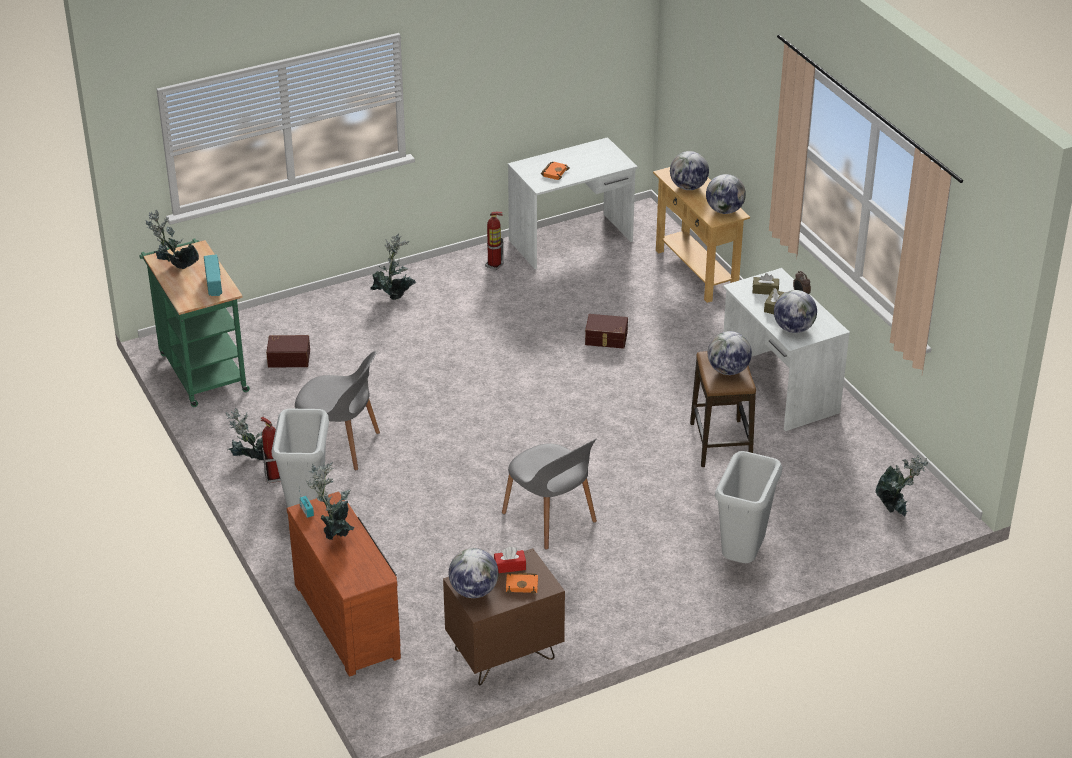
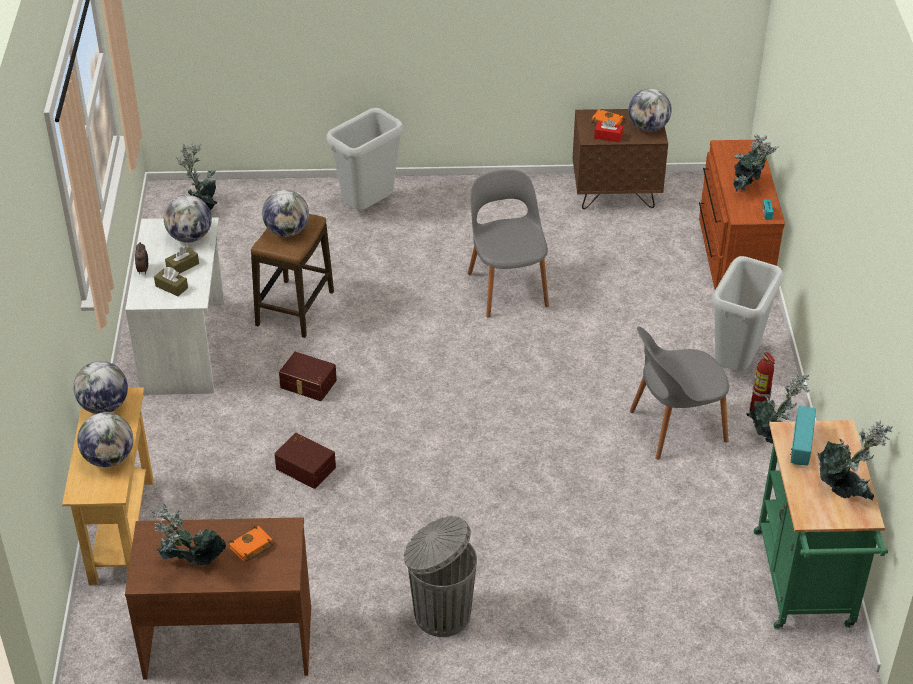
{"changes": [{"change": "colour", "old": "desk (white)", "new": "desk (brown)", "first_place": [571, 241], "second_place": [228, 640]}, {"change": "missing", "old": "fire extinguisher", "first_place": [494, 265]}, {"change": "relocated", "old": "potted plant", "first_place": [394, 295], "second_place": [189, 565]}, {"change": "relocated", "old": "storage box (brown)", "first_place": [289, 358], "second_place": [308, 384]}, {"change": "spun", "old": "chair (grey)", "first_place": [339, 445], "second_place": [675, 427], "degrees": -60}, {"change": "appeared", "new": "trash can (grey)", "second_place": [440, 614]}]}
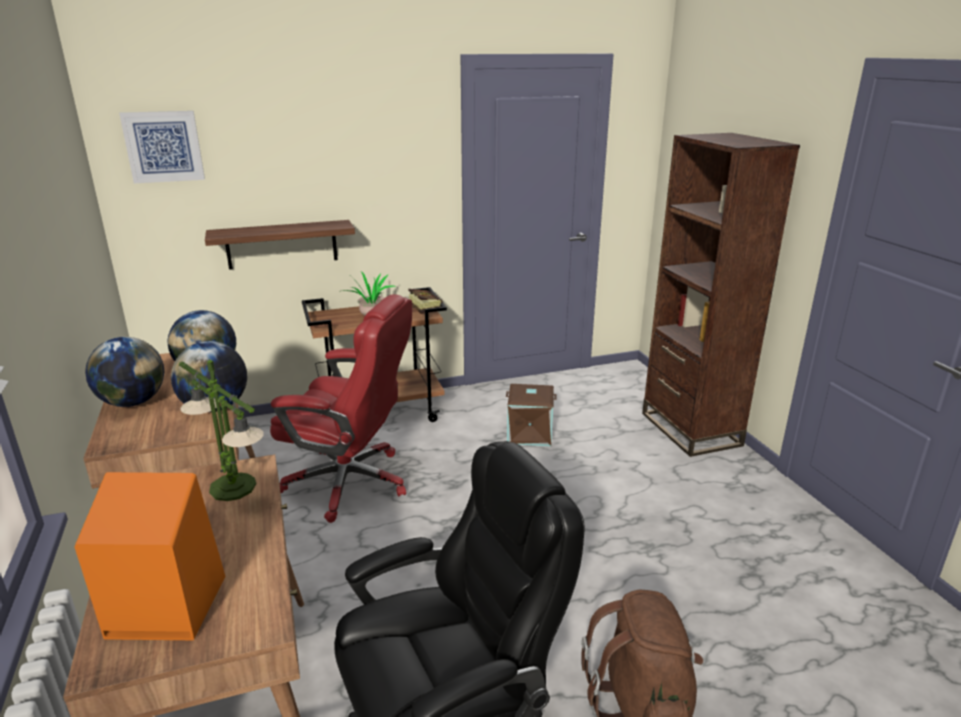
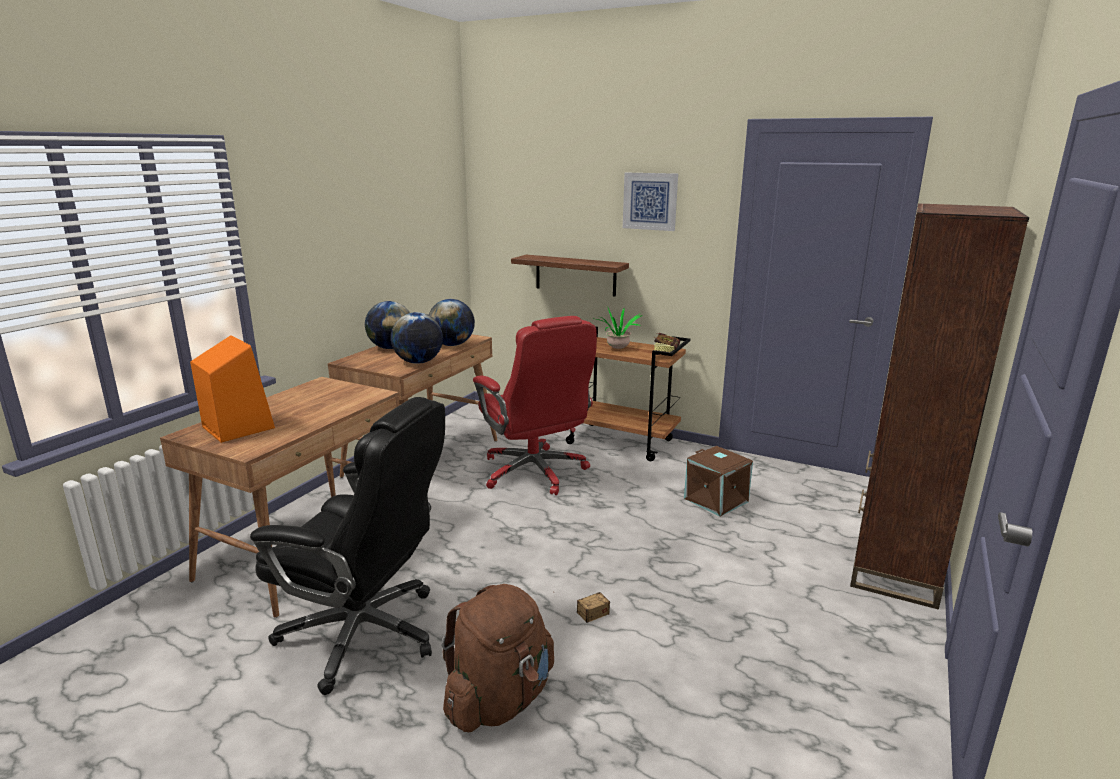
{"changes": [{"change": "relocated", "old": "picture", "first_place": [163, 146], "second_place": [650, 201]}, {"change": "missing", "old": "table lamp", "first_place": [232, 487]}, {"change": "appeared", "new": "storage box", "second_place": [577, 620]}]}
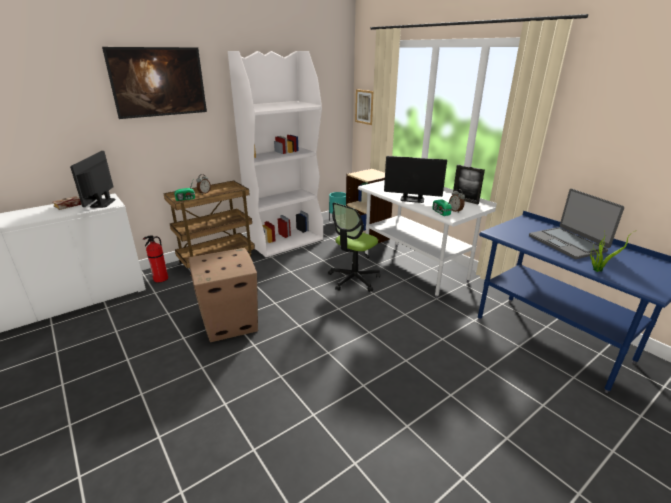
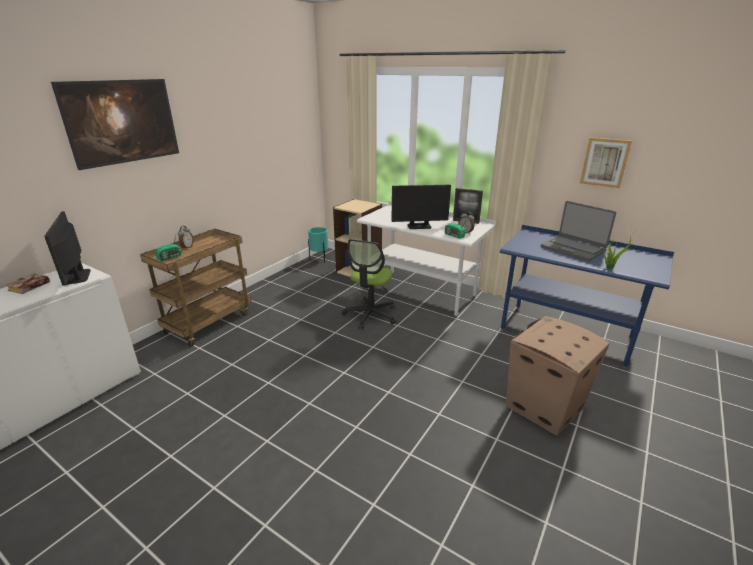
{"changes": [{"change": "missing", "old": "bookcase (white)", "first_place": [286, 241]}, {"change": "relocated", "old": "picture", "first_place": [365, 107], "second_place": [605, 162]}, {"change": "missing", "old": "fire extinguisher", "first_place": [160, 279]}, {"change": "relocated", "old": "cardboard box", "first_place": [229, 323], "second_place": [543, 408]}]}
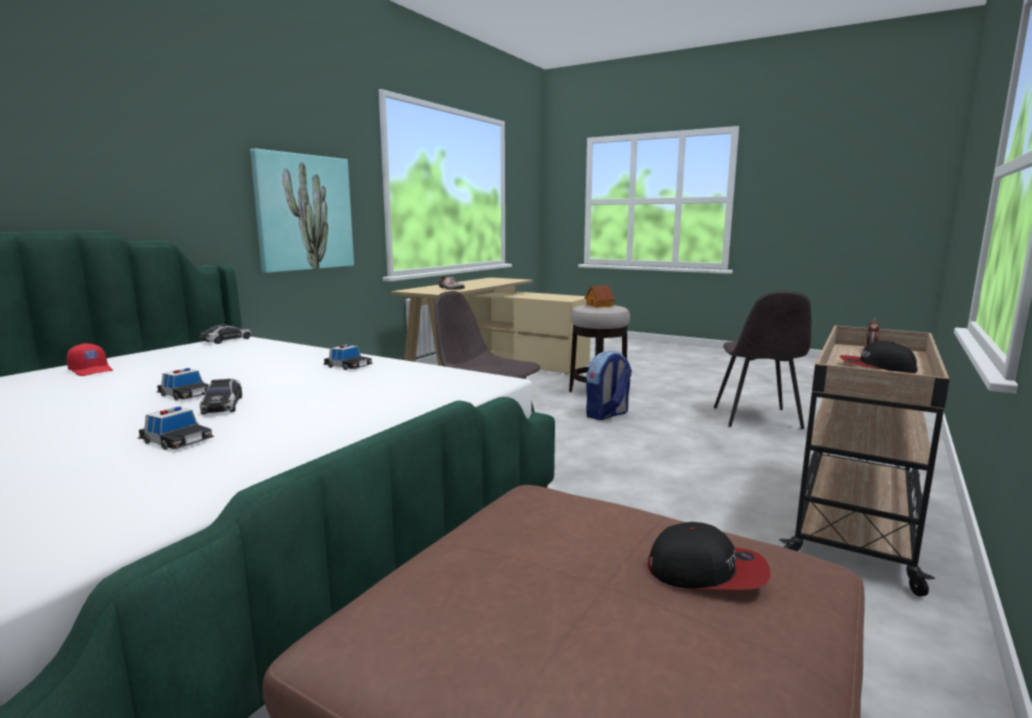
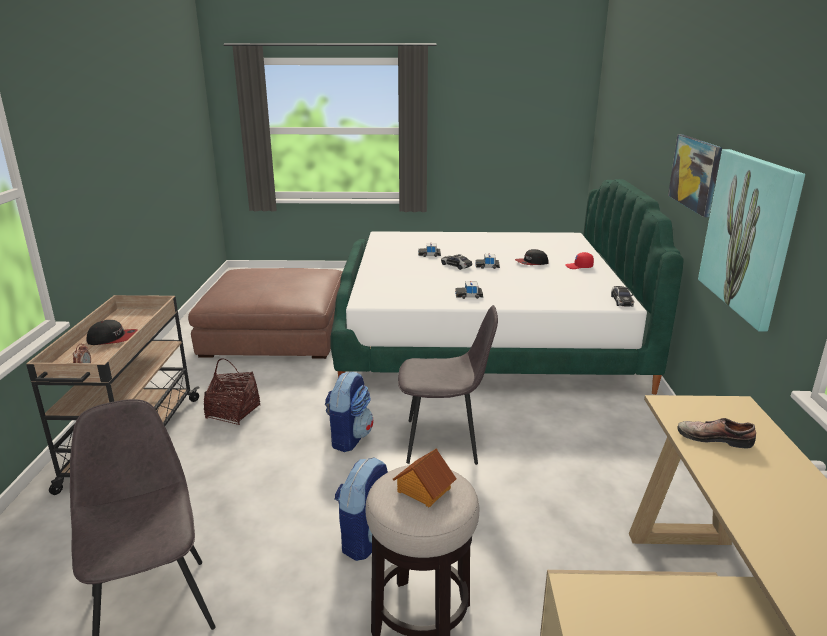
{"changes": [{"change": "relocated", "old": "cap", "first_place": [707, 571], "second_place": [531, 263]}, {"change": "appeared", "new": "picture", "second_place": [695, 173]}, {"change": "appeared", "new": "basket", "second_place": [233, 412]}, {"change": "appeared", "new": "backpack", "second_place": [349, 437]}]}
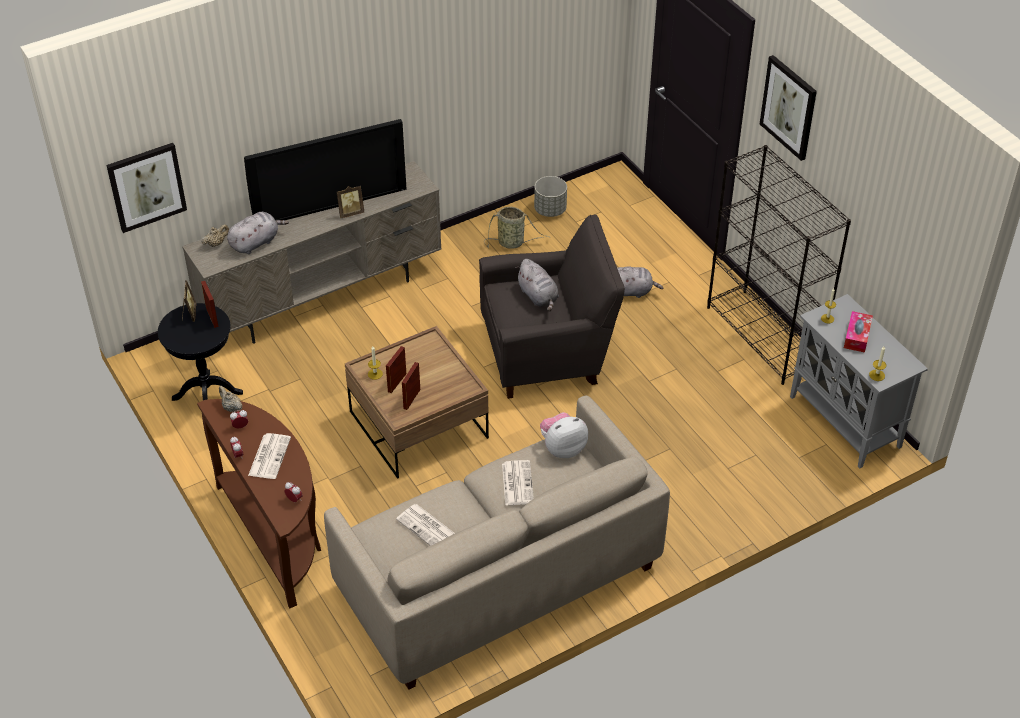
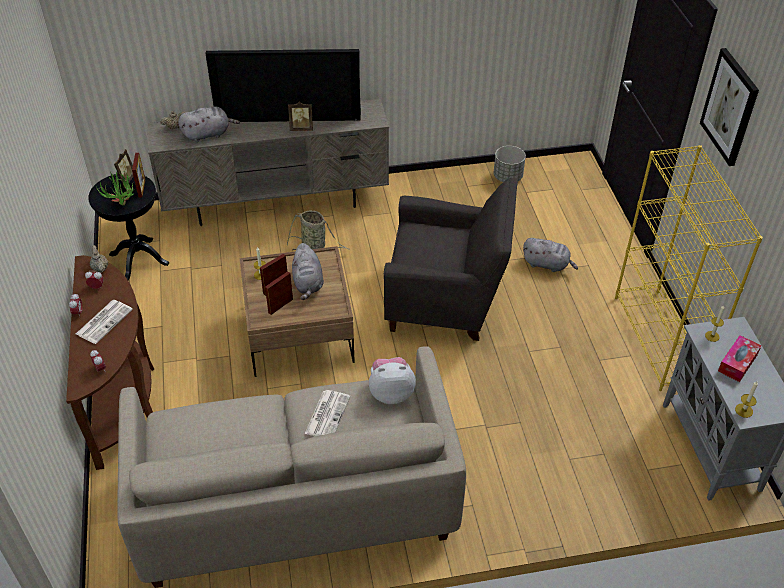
{"changes": [{"change": "missing", "old": "picture", "first_place": [146, 186]}, {"change": "colour", "old": "bookcase (black)", "new": "bookcase (yellow)", "first_place": [764, 336], "second_place": [659, 339]}, {"change": "relocated", "old": "basket", "first_place": [513, 243], "second_place": [315, 246]}, {"change": "relocated", "old": "plush toy (grey)", "first_place": [538, 296], "second_place": [308, 283]}, {"change": "missing", "old": "newspaper", "first_place": [426, 527]}, {"change": "appeared", "new": "potted plant", "second_place": [123, 207]}]}
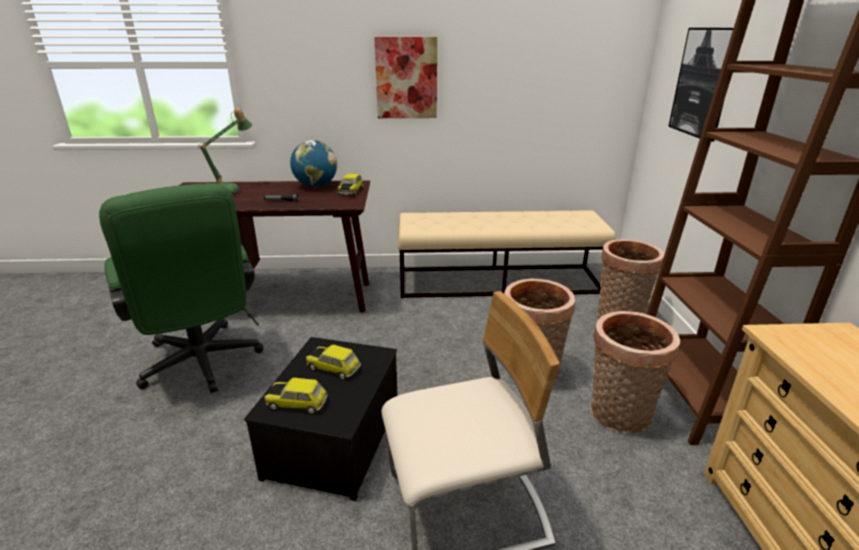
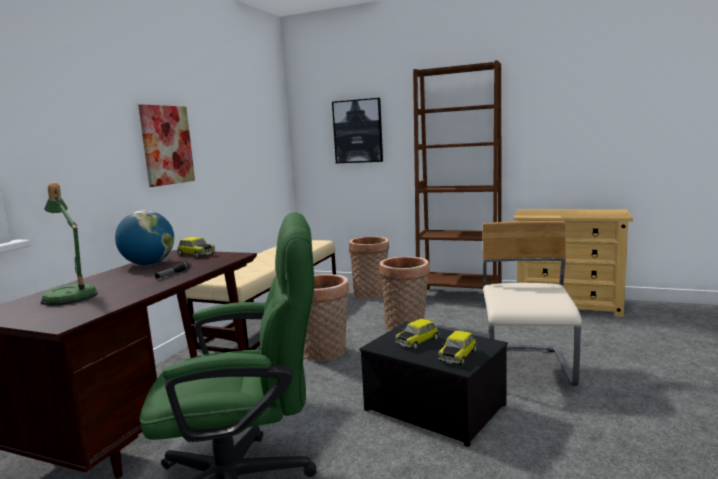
{"changes": [{"change": "relocated", "old": "basket", "first_place": [618, 416], "second_place": [326, 354]}]}
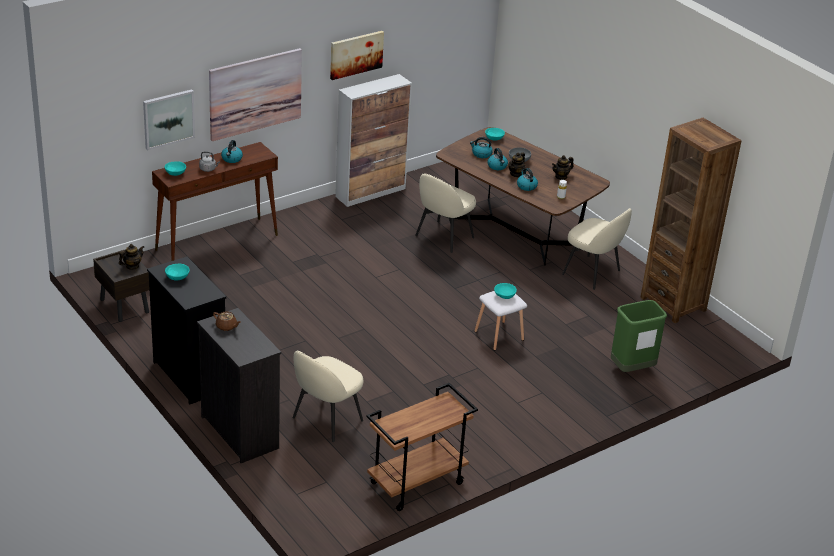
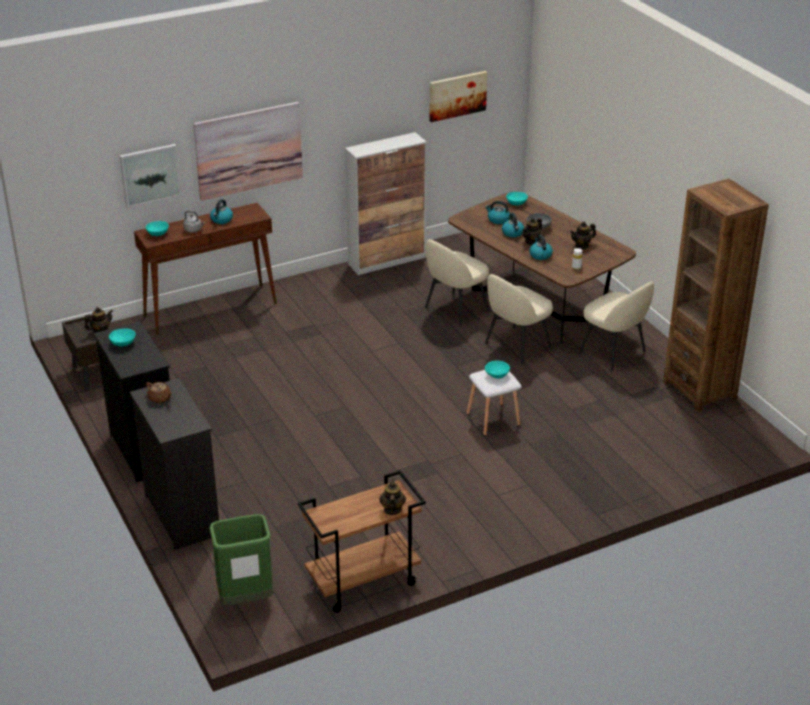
{"changes": [{"change": "relocated", "old": "picture", "first_place": [356, 54], "second_place": [457, 95]}, {"change": "relocated", "old": "trash can (green)", "first_place": [632, 369], "second_place": [245, 599]}, {"change": "relocated", "old": "chair (beige)", "first_place": [326, 420], "second_place": [516, 346]}, {"change": "appeared", "new": "teapot", "second_place": [392, 509]}]}
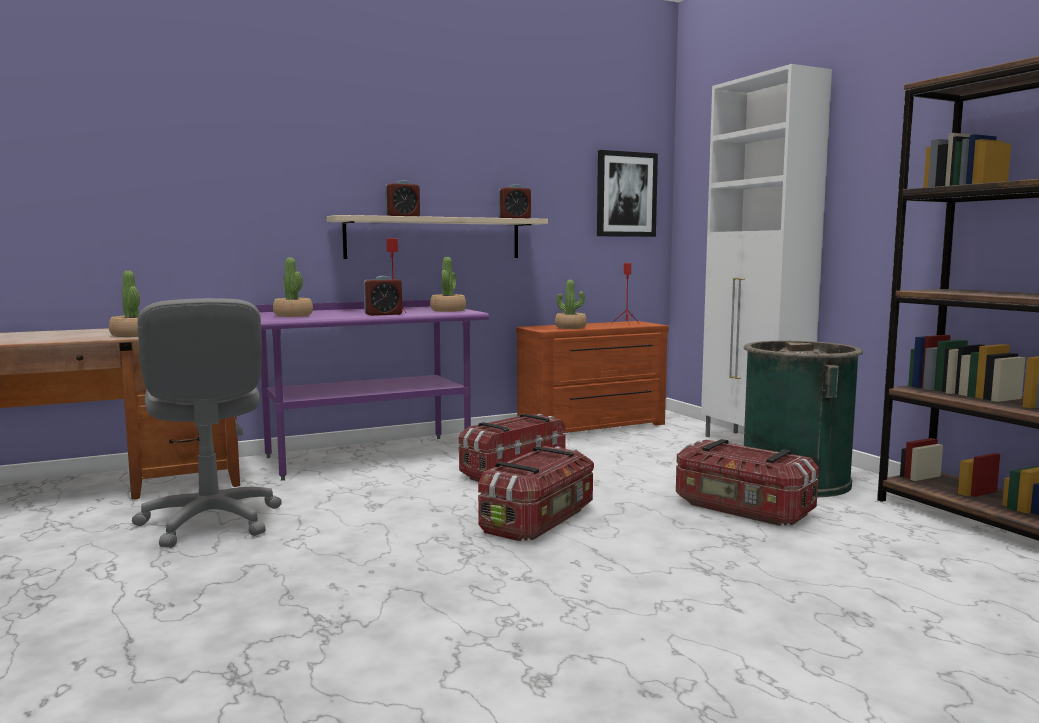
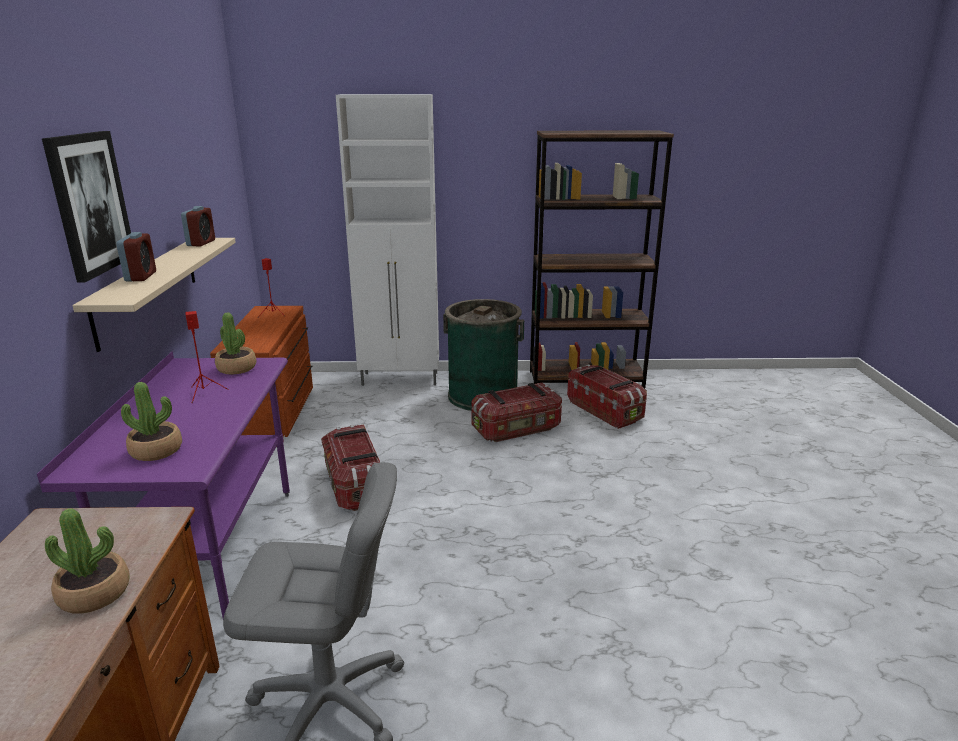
{"changes": [{"change": "relocated", "old": "picture", "first_place": [626, 194], "second_place": [90, 204]}, {"change": "missing", "old": "alarm clock", "first_place": [383, 314]}, {"change": "missing", "old": "potted plant", "first_place": [570, 327]}, {"change": "relocated", "old": "storage box", "first_place": [539, 520], "second_place": [605, 410]}]}
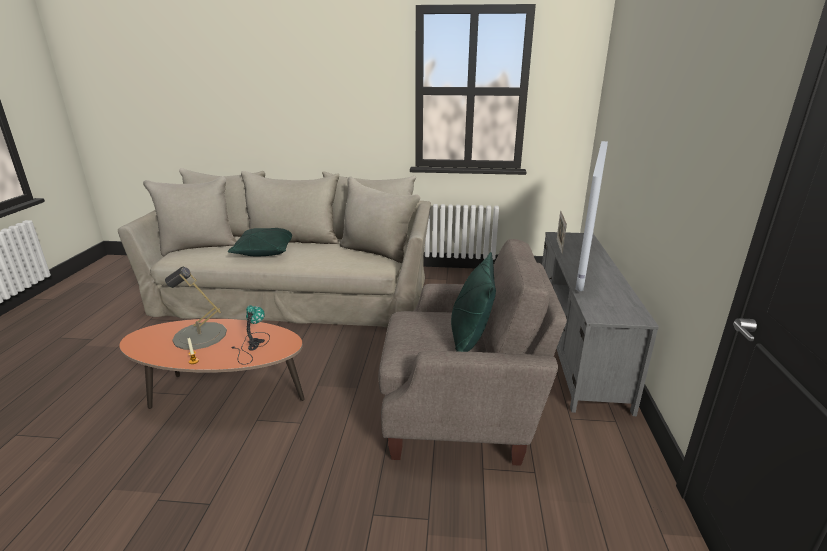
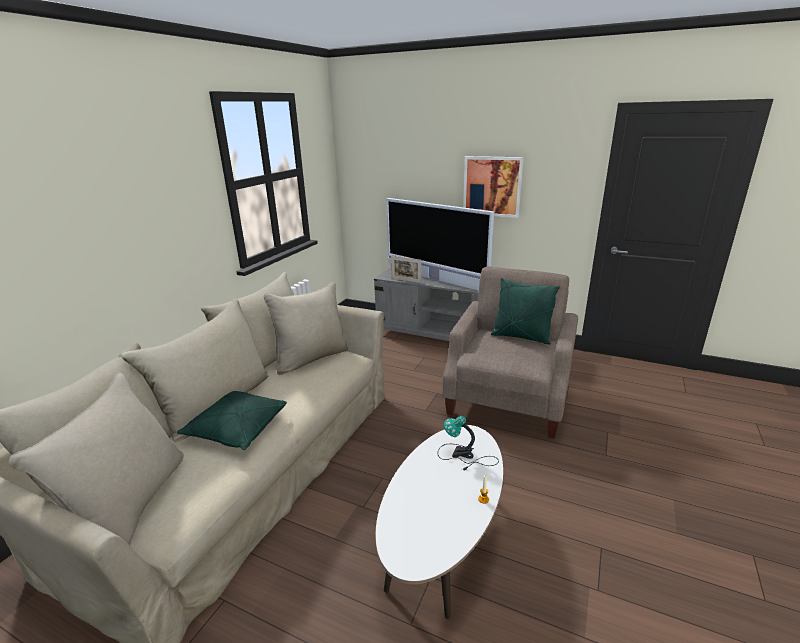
{"changes": [{"change": "missing", "old": "table lamp (grey)", "first_place": [200, 336]}, {"change": "colour", "old": "coffee table (orange)", "new": "coffee table (white)", "first_place": [222, 395], "second_place": [442, 542]}, {"change": "appeared", "new": "picture", "second_place": [492, 186]}]}
